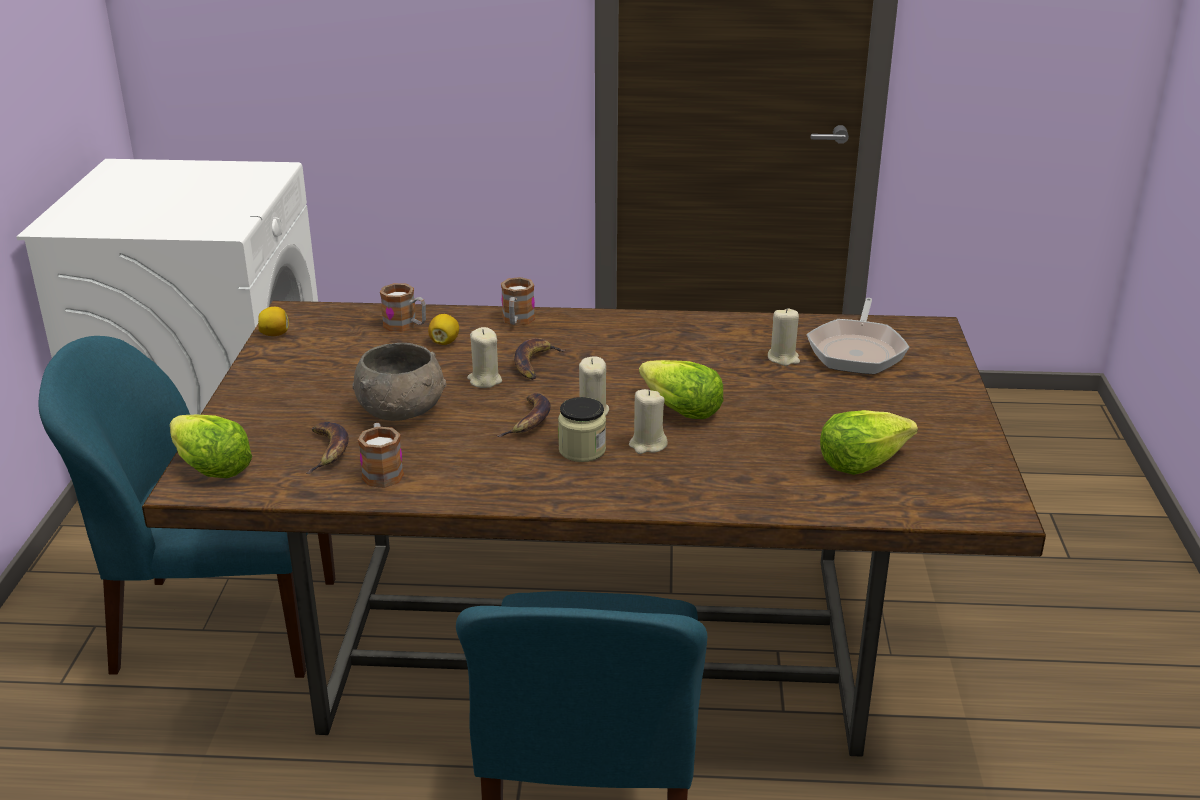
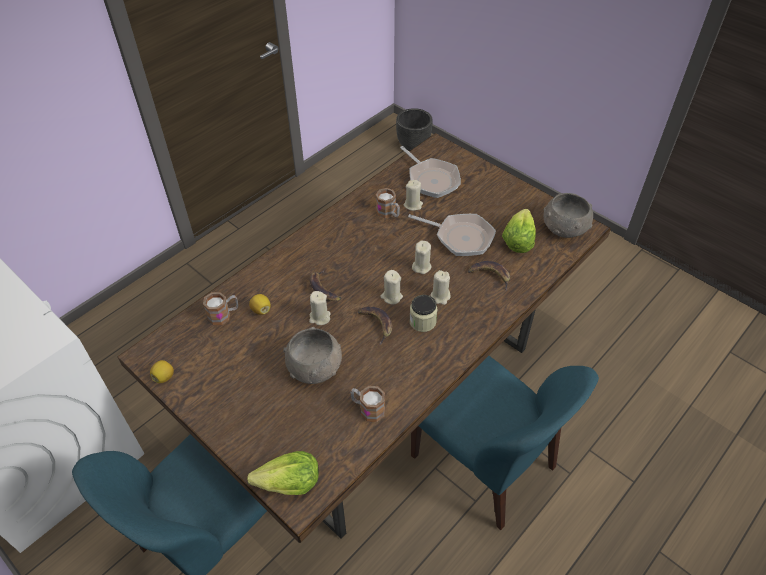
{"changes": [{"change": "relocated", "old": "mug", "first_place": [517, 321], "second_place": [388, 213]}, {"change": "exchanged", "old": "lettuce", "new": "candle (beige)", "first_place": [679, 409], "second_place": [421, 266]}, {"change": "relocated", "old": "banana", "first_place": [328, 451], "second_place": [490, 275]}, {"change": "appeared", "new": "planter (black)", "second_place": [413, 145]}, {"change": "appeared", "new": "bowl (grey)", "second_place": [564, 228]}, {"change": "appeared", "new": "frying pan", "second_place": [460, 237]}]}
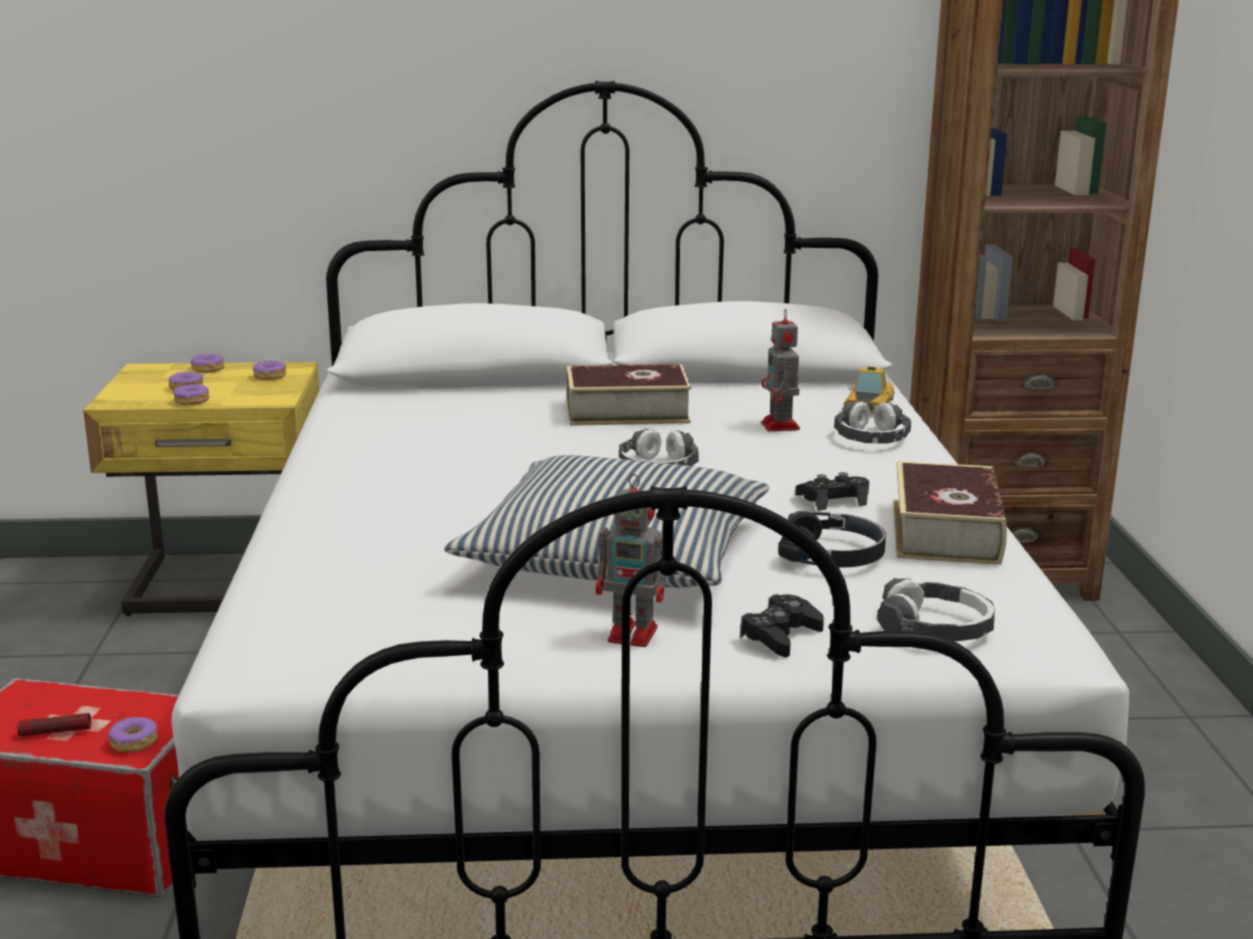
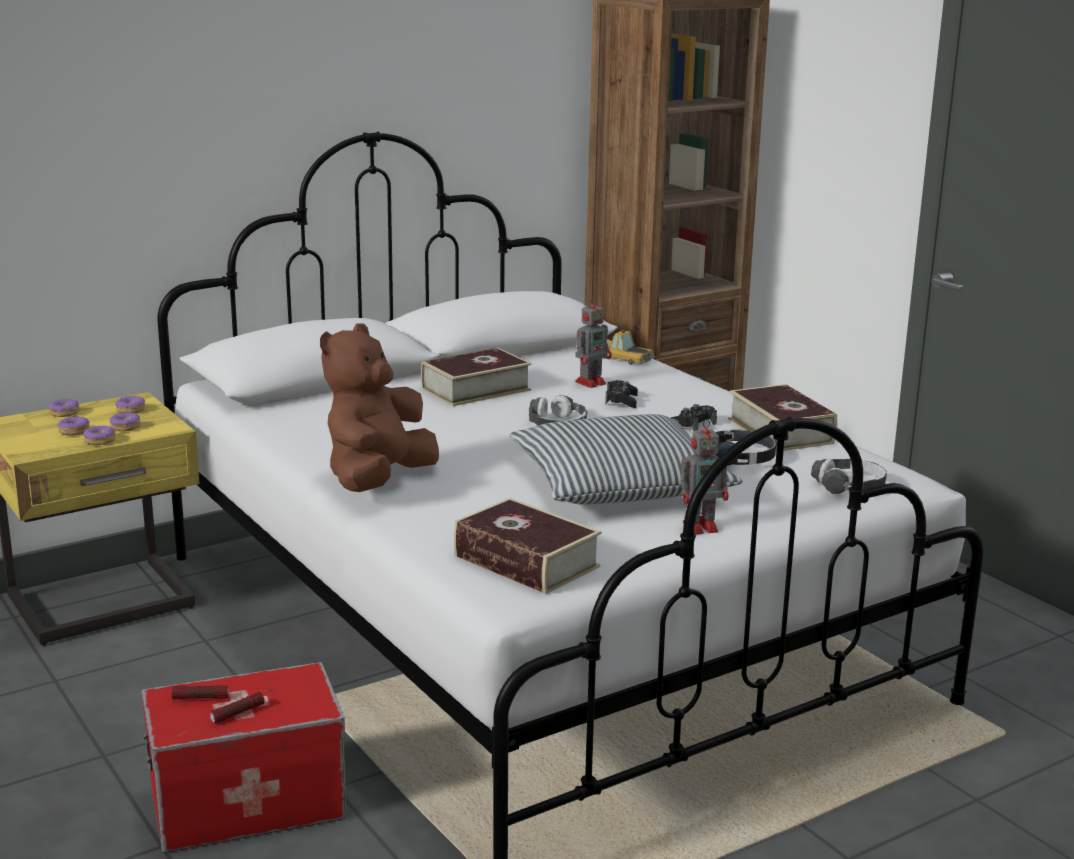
{"changes": [{"change": "spun", "old": "toy robot", "first_place": [780, 426], "second_place": [591, 382], "degrees": -90}, {"change": "spun", "old": "toy car", "first_place": [869, 404], "second_place": [623, 357], "degrees": -45}, {"change": "missing", "old": "headphones", "first_place": [871, 438]}, {"change": "relocated", "old": "game controller (black)", "first_place": [780, 635], "second_place": [621, 401]}, {"change": "relocated", "old": "donut", "first_place": [133, 743], "second_place": [125, 427]}, {"change": "appeared", "new": "plush toy (brown)", "second_place": [378, 481]}, {"change": "appeared", "new": "book", "second_place": [526, 561]}, {"change": "appeared", "new": "flashlight", "second_place": [200, 698]}]}
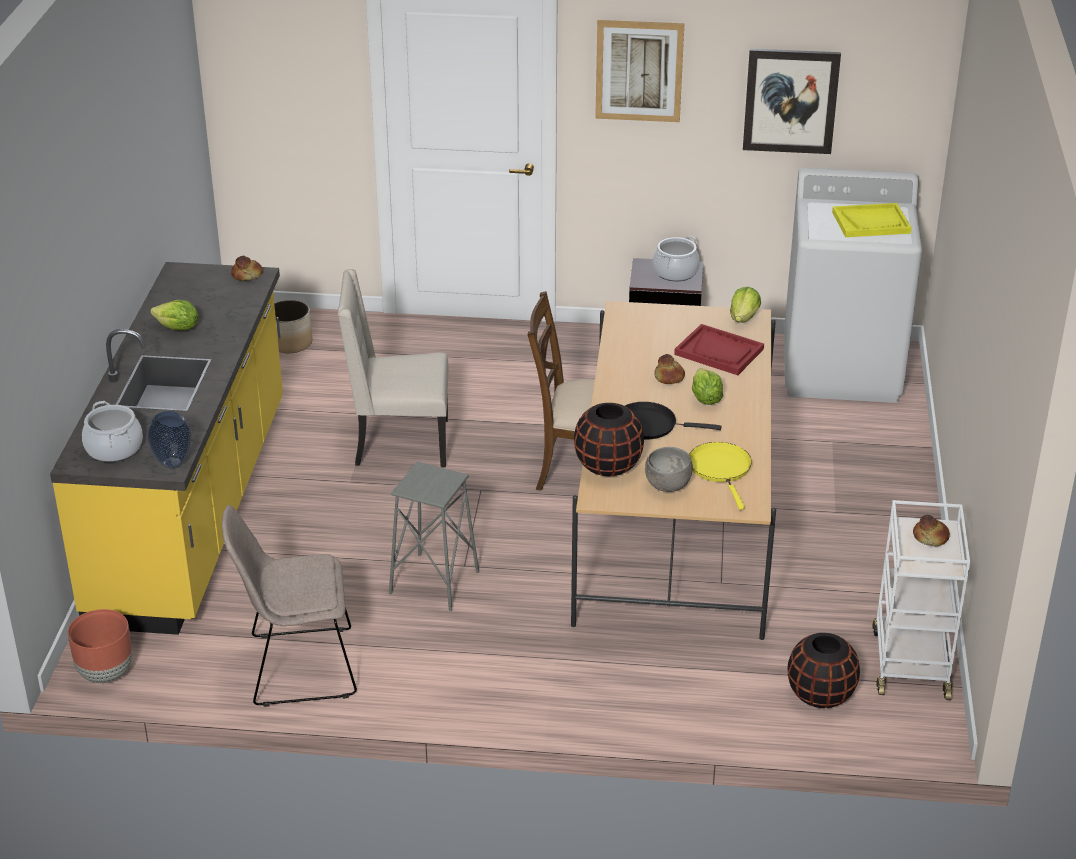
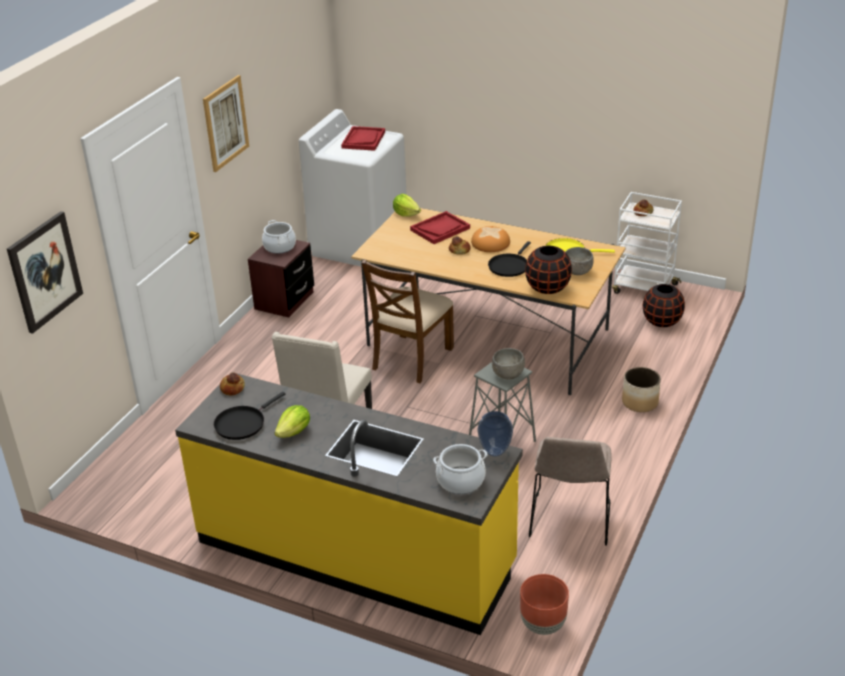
{"changes": [{"change": "relocated", "old": "picture", "first_place": [790, 101], "second_place": [44, 271]}, {"change": "colour", "old": "tray (yellow)", "new": "tray (red)", "first_place": [871, 222], "second_place": [363, 140]}, {"change": "relocated", "old": "planter", "first_place": [290, 343], "second_place": [640, 402]}, {"change": "exchanged", "old": "lettuce", "new": "bread", "first_place": [705, 399], "second_place": [490, 243]}, {"change": "appeared", "new": "bowl (grey)", "second_place": [507, 374]}, {"change": "appeared", "new": "frying pan (black)", "second_place": [242, 423]}]}
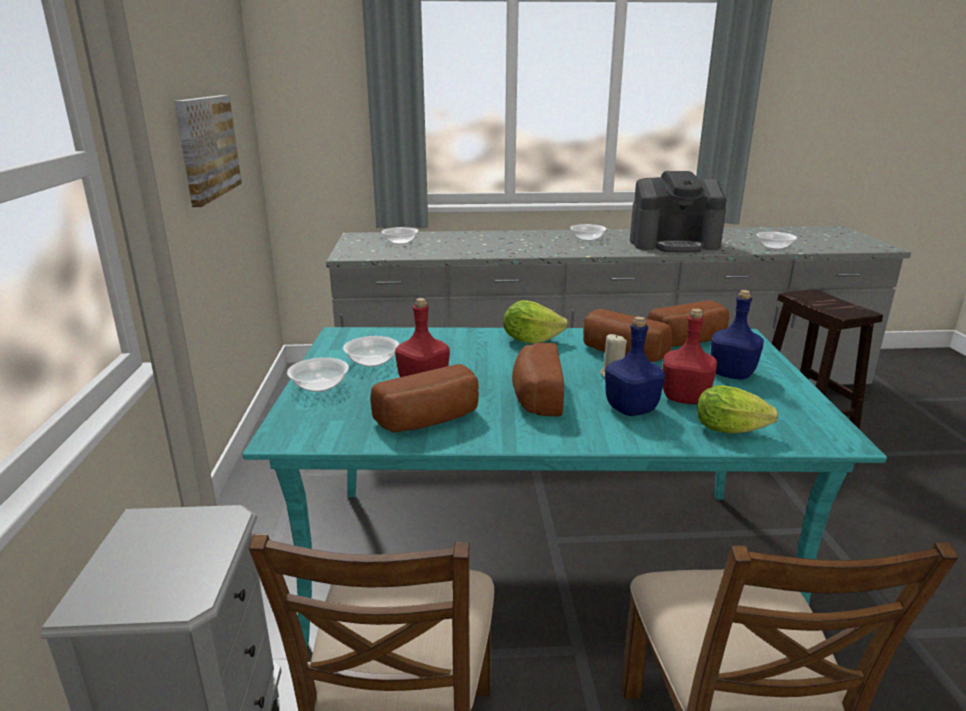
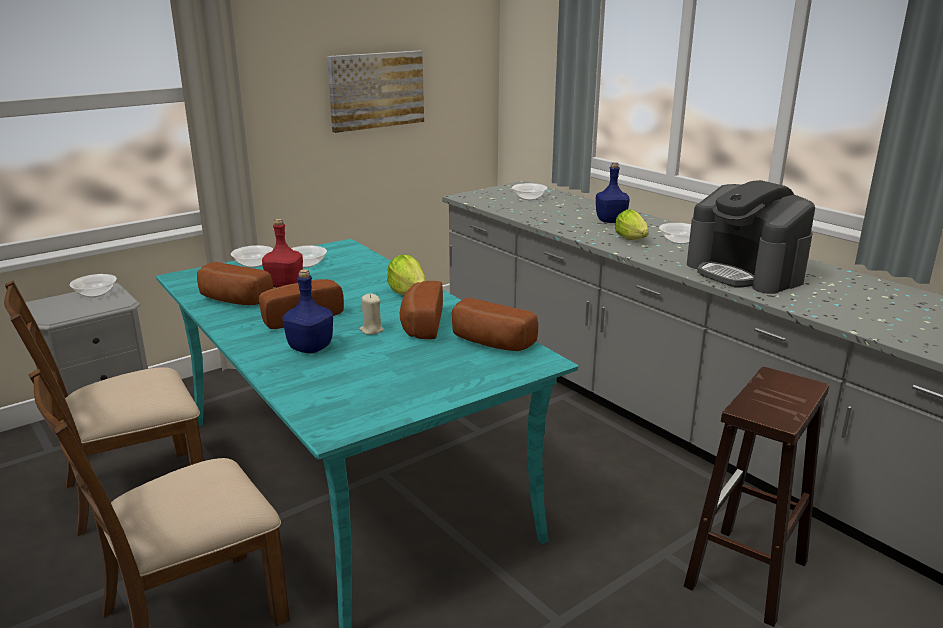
{"changes": [{"change": "relocated", "old": "bowl", "first_place": [774, 247], "second_place": [96, 293]}, {"change": "relocated", "old": "bottle (blue)", "first_place": [731, 374], "second_place": [610, 221]}, {"change": "missing", "old": "bottle (red)", "first_place": [684, 398]}, {"change": "relocated", "old": "lettuce", "first_place": [734, 431], "second_place": [632, 240]}]}
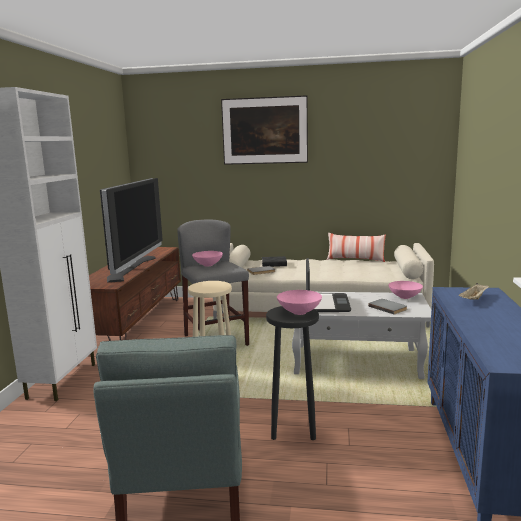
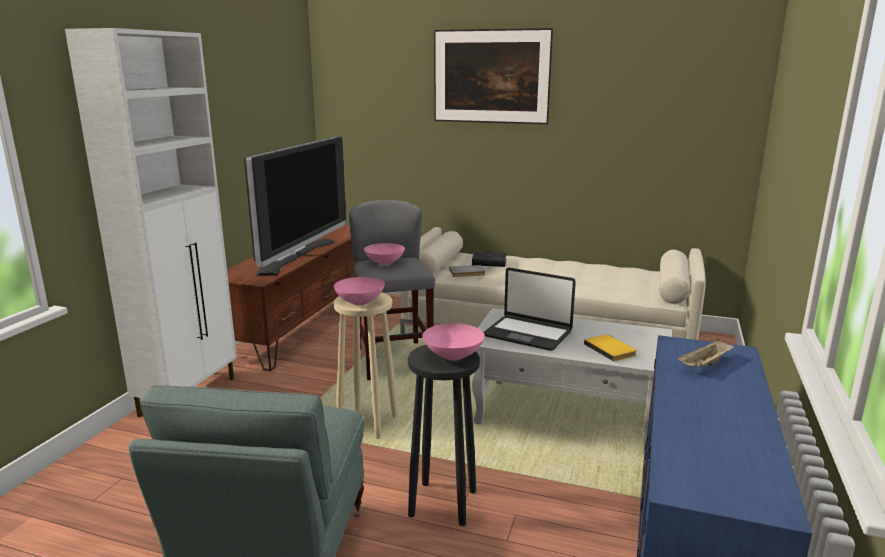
{"changes": [{"change": "missing", "old": "pillow", "first_place": [355, 260]}, {"change": "spun", "old": "laptop", "first_place": [326, 304], "second_place": [528, 333], "degrees": 105}, {"change": "relocated", "old": "bowl (pink)", "first_place": [404, 297], "second_place": [359, 302]}, {"change": "colour", "old": "book (grey)", "new": "book (yellow)", "first_place": [388, 307], "second_place": [611, 349]}]}
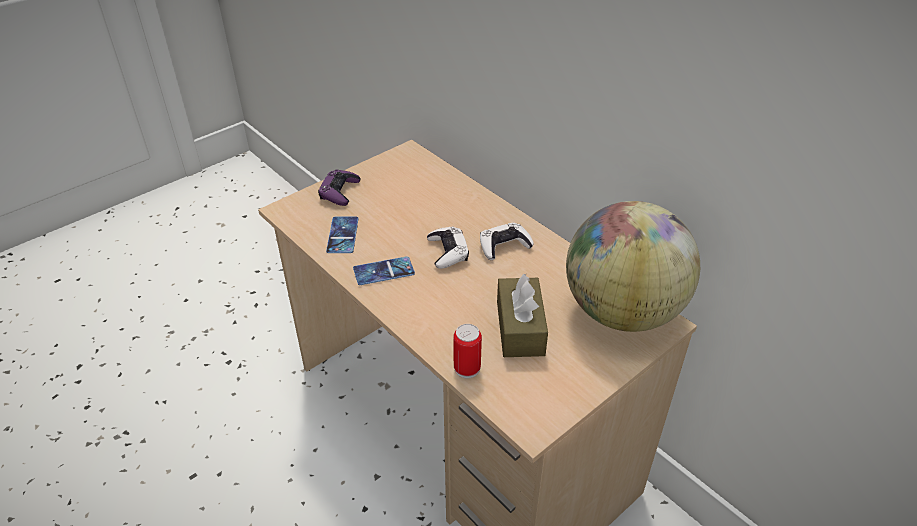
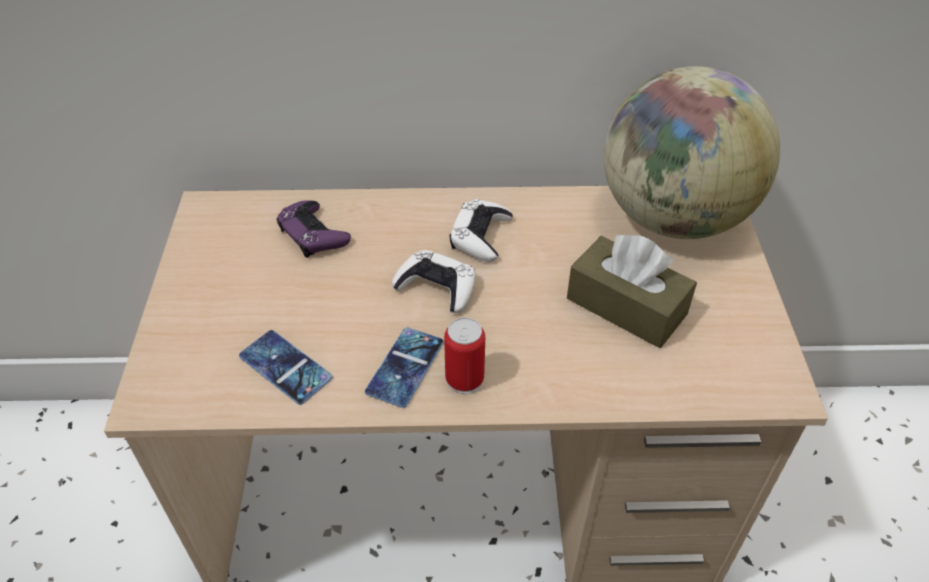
{"changes": [{"change": "relocated", "old": "game controller (purple)", "first_place": [339, 192], "second_place": [313, 234]}, {"change": "relocated", "old": "can", "first_place": [467, 368], "second_place": [464, 379]}]}
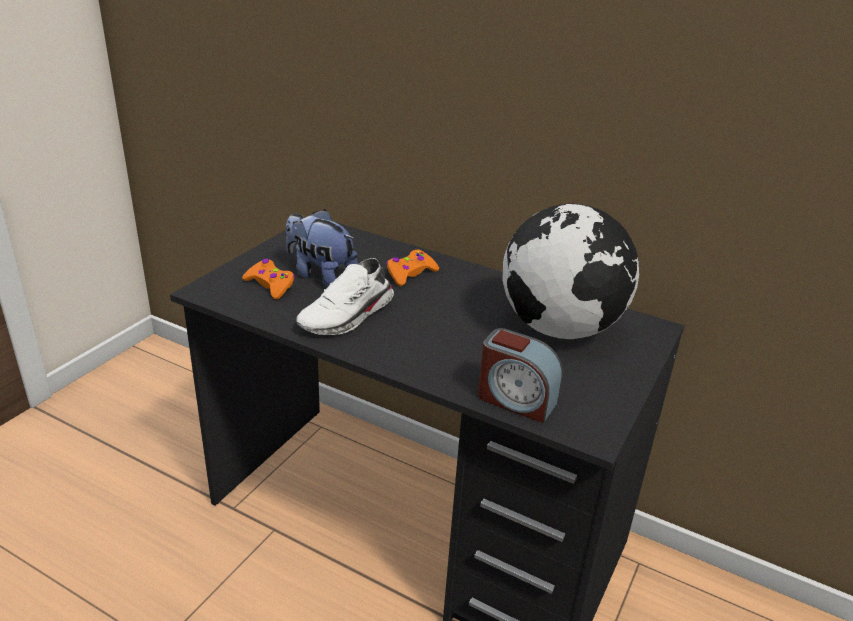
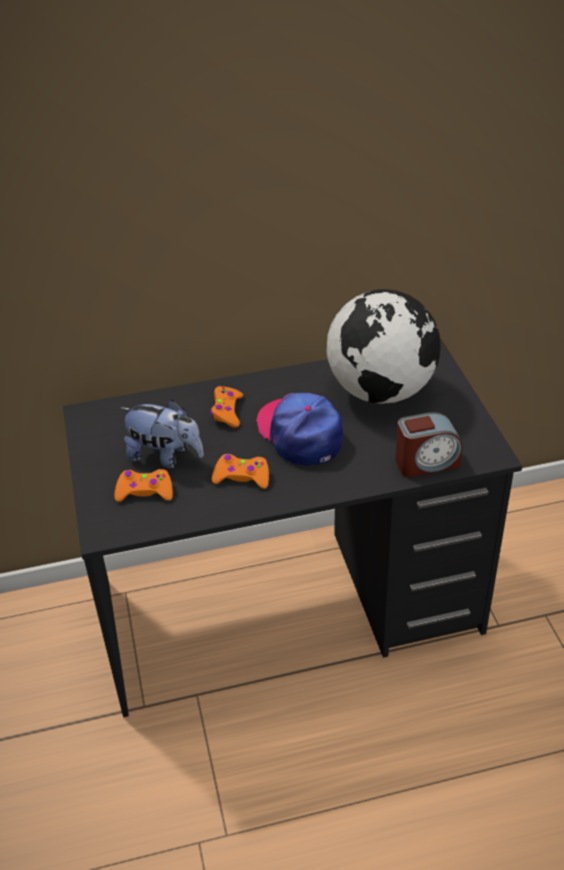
{"changes": [{"change": "spun", "old": "plush toy", "first_place": [320, 274], "second_place": [165, 456], "degrees": -150}, {"change": "exchanged", "old": "shoe (white)", "new": "game controller (orange)", "first_place": [348, 316], "second_place": [242, 477]}, {"change": "appeared", "new": "cap", "second_place": [300, 434]}]}
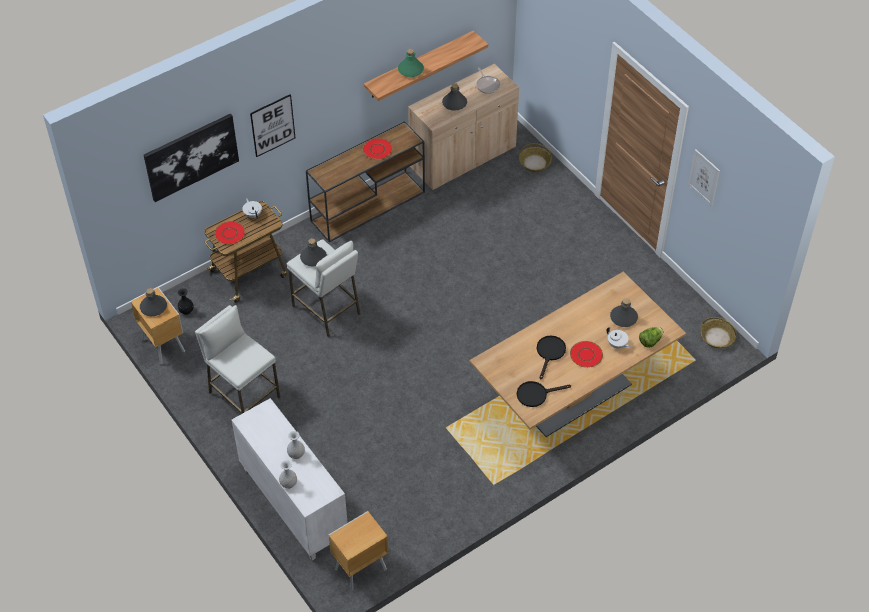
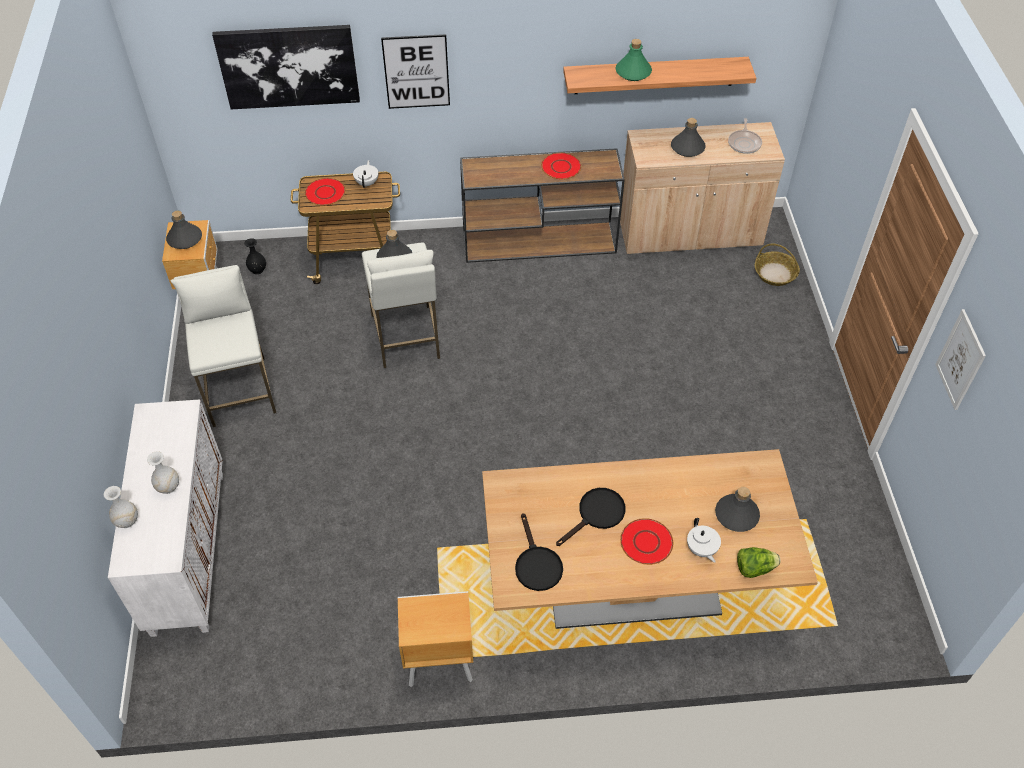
{"changes": [{"change": "missing", "old": "basket", "first_place": [717, 337]}, {"change": "spun", "old": "frying pan (black)", "first_place": [536, 394], "second_place": [536, 564], "degrees": -120}, {"change": "relocated", "old": "nightstand (brown)", "first_place": [359, 569], "second_place": [438, 662]}]}
